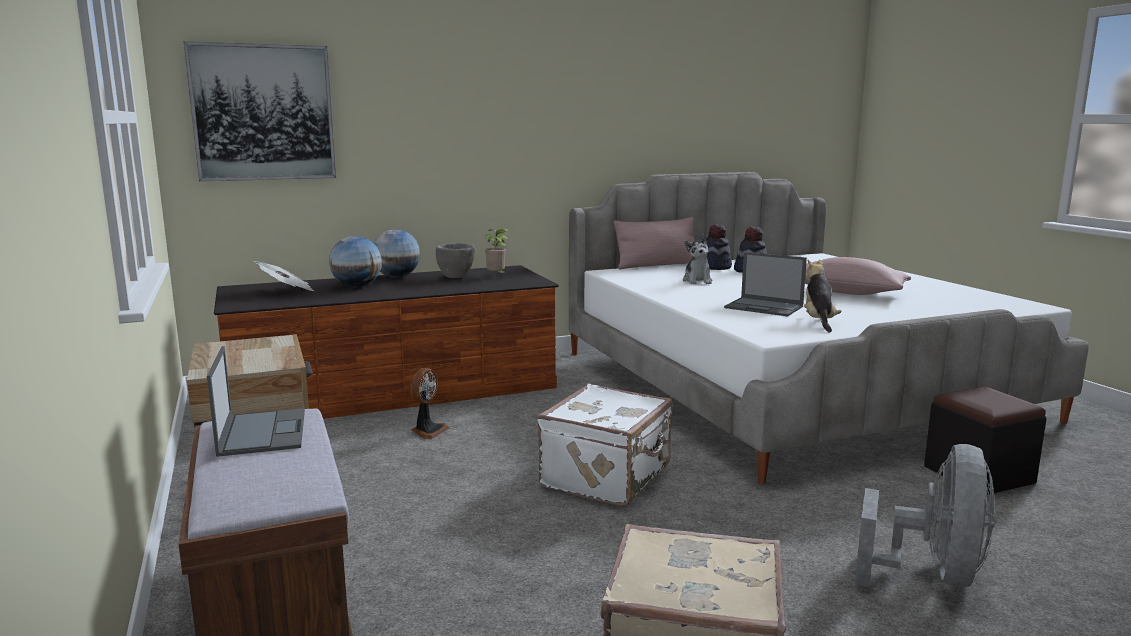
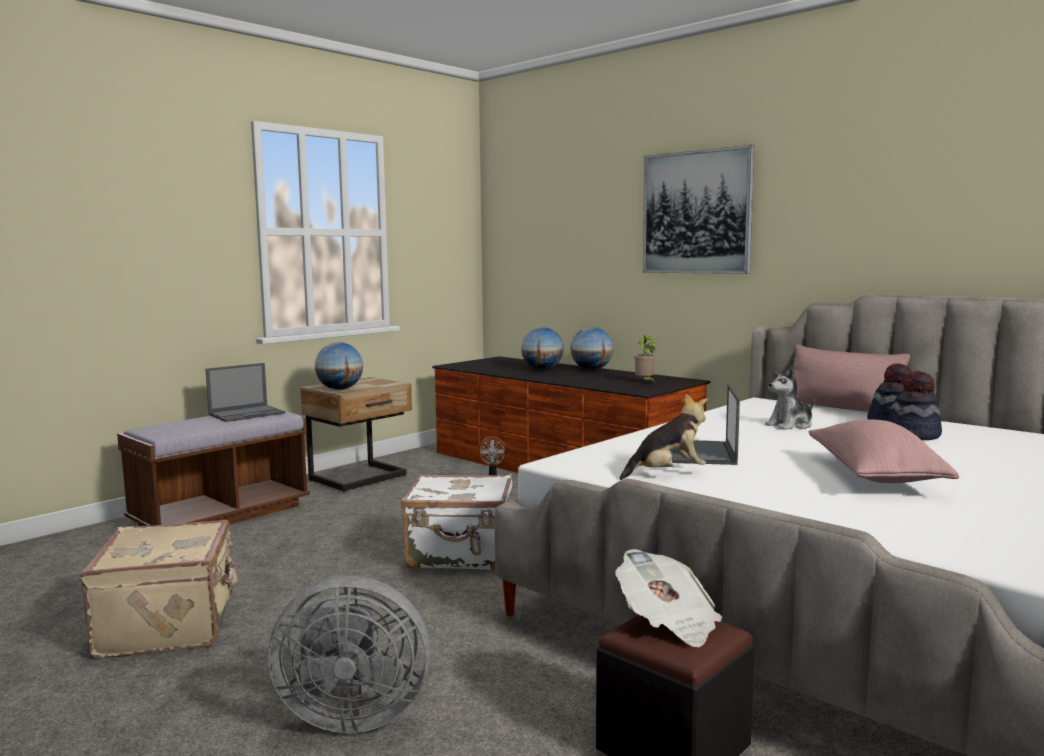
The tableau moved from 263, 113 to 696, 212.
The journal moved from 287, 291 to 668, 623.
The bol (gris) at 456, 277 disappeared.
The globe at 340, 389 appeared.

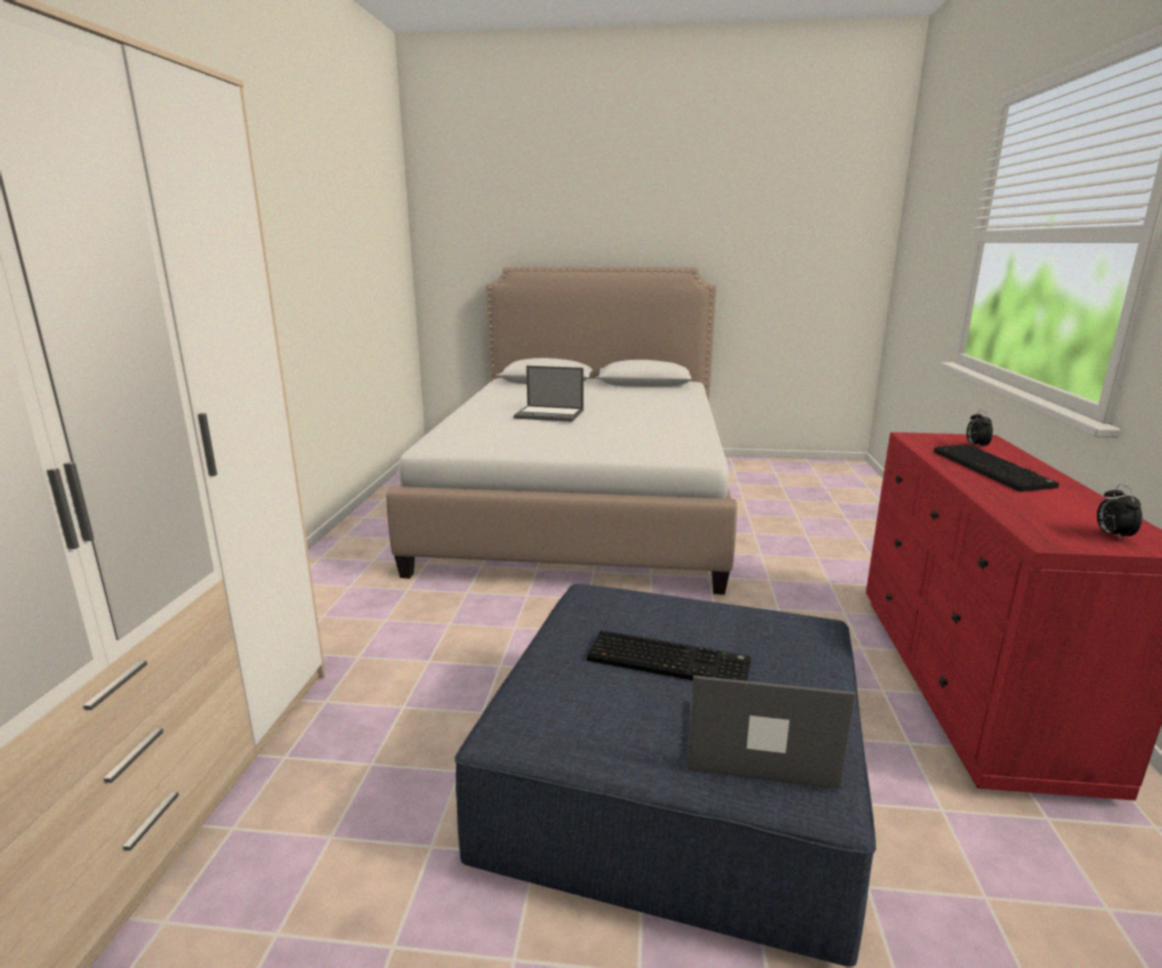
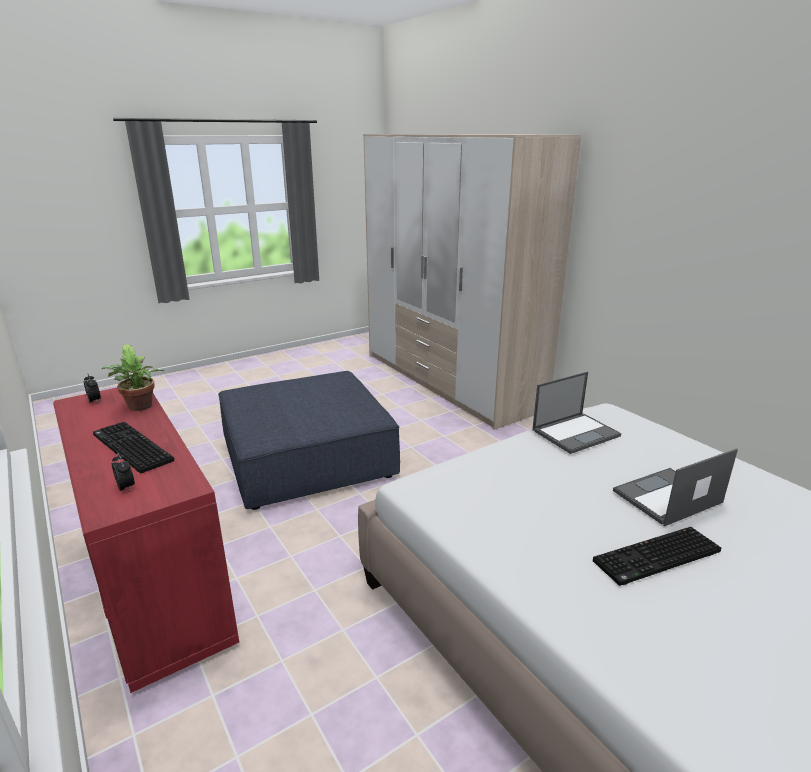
The clavier moved from 670, 660 to 657, 558.
The ordinateur portable moved from 756, 741 to 576, 432.
The plante en pot at 140, 408 appeared.

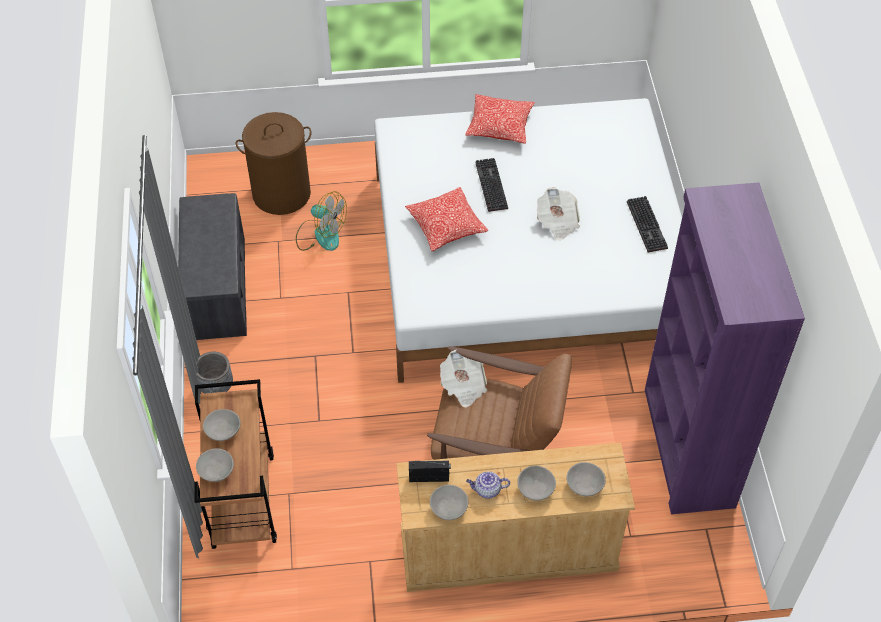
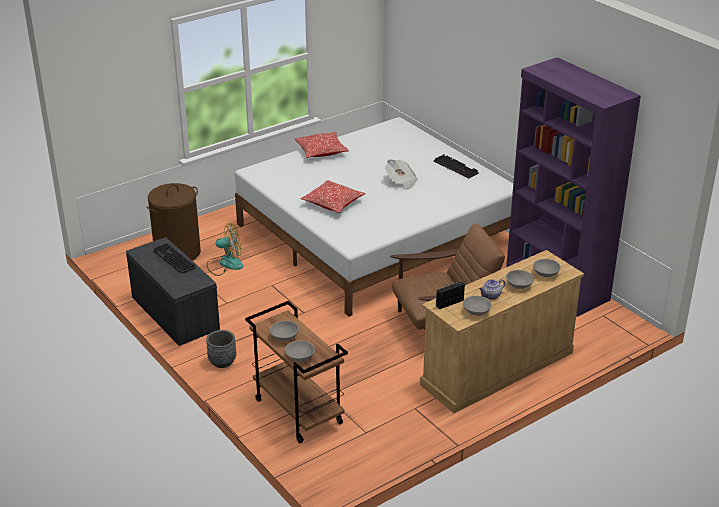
The journal at 463, 386 disappeared.
The clavier moved from 490, 185 to 172, 259.

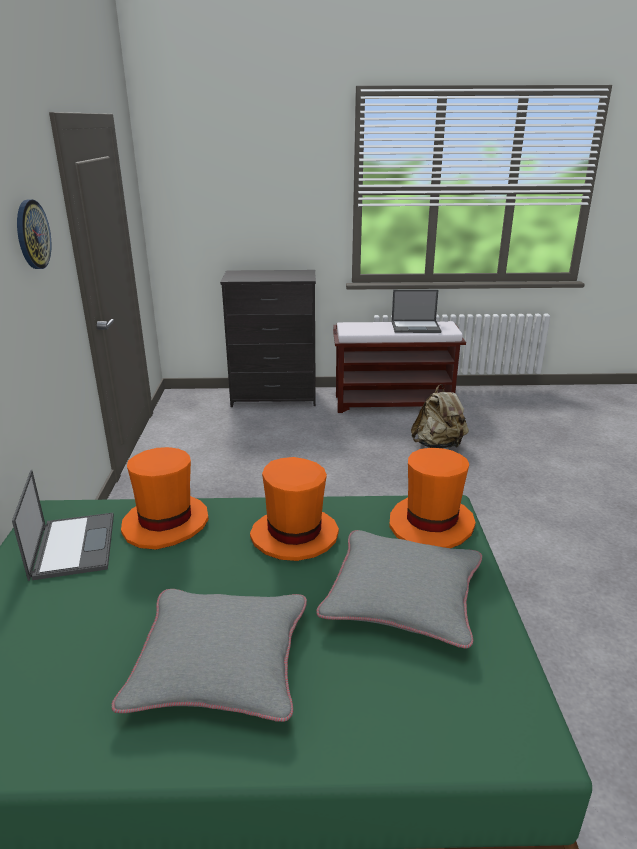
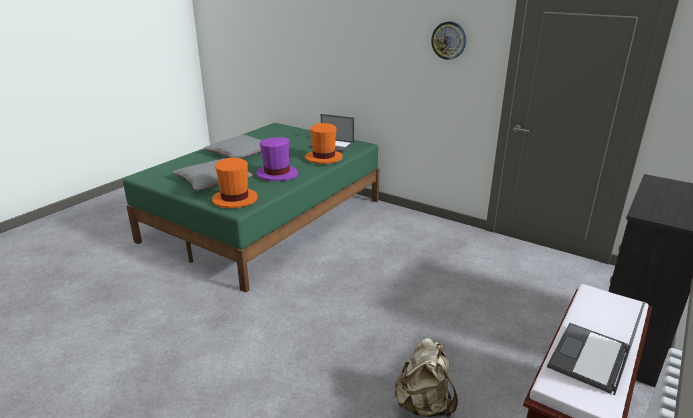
The chapeau (orange) at 294, 536 became the chapeau (violet) at 277, 174.

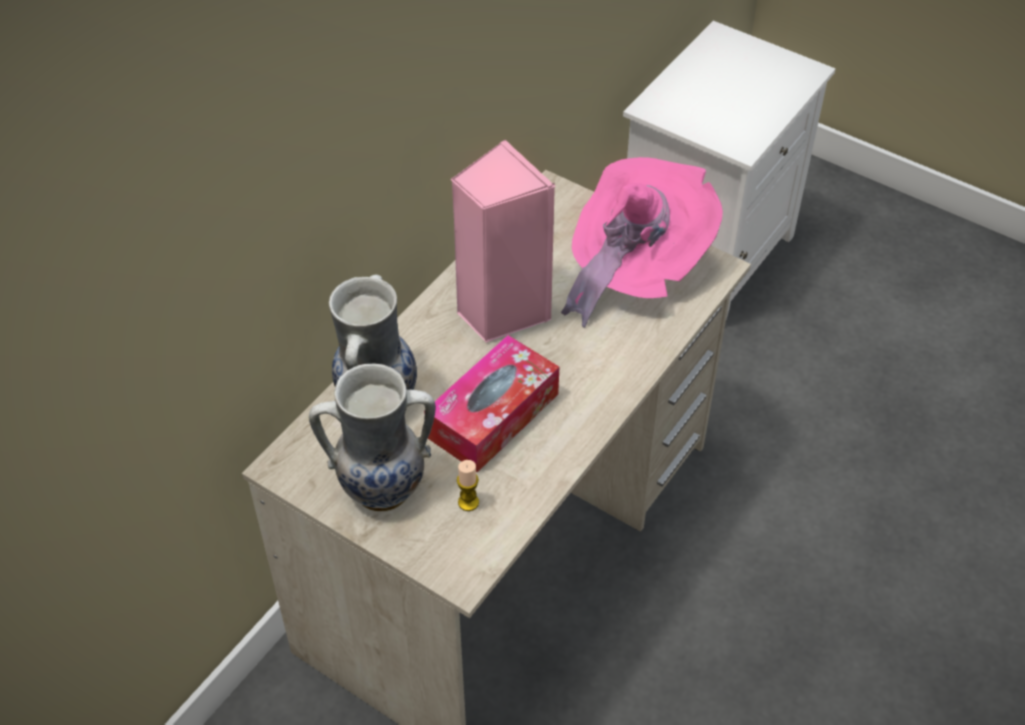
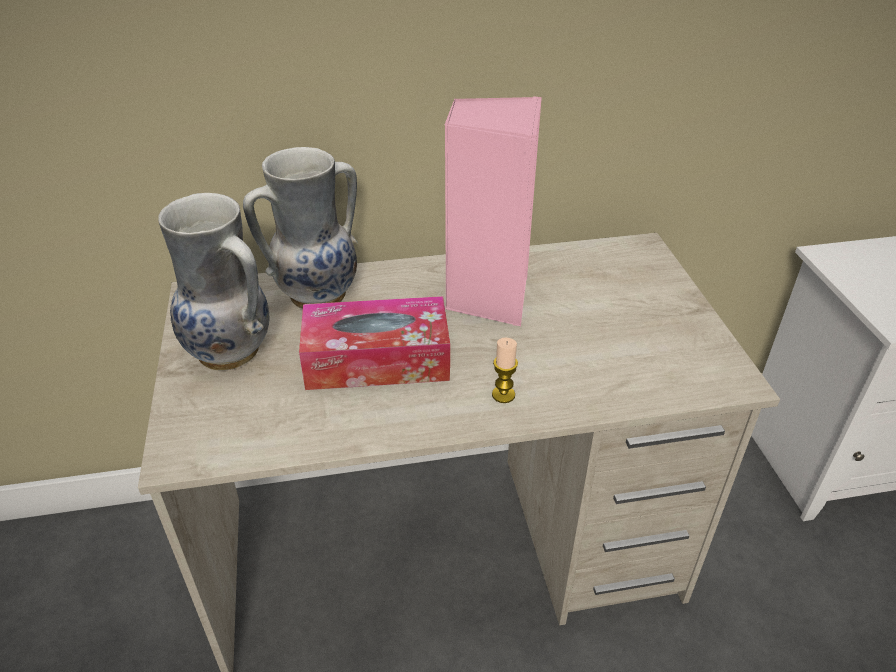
The bougie moved from 468, 502 to 503, 395.
The chapeau (rose) at 634, 267 disappeared.

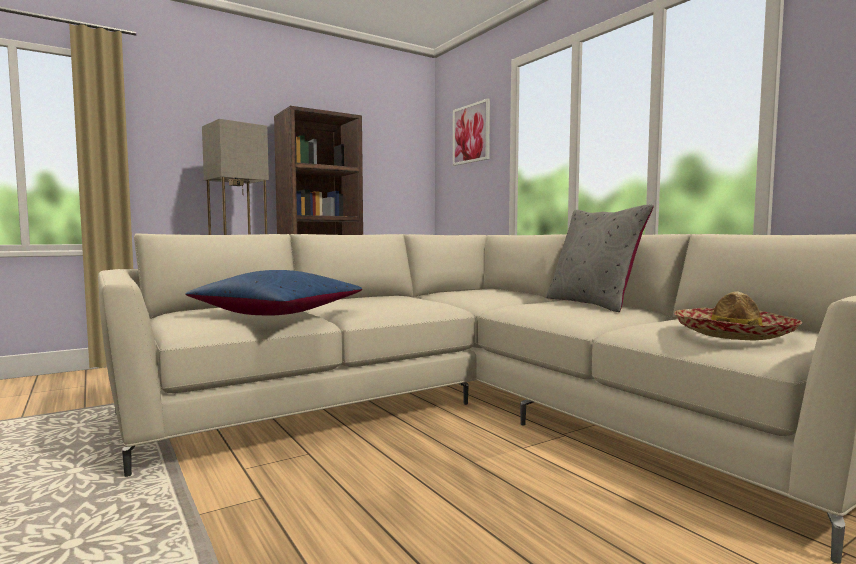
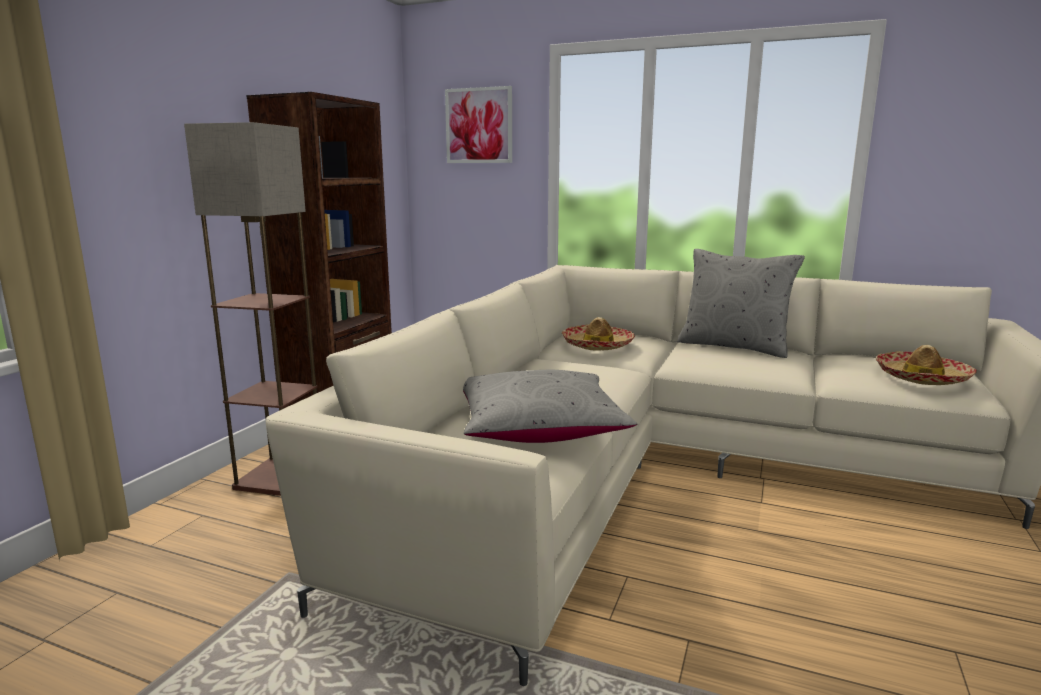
The coussin (bleu) at 278, 313 became the coussin (gris) at 539, 428.
The chapeau at 598, 345 appeared.

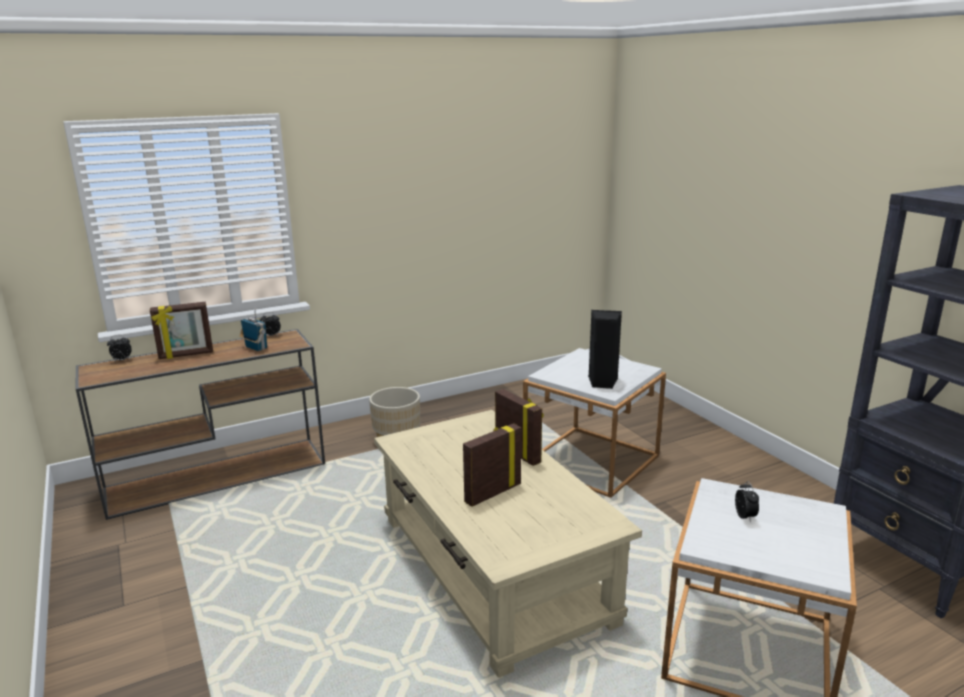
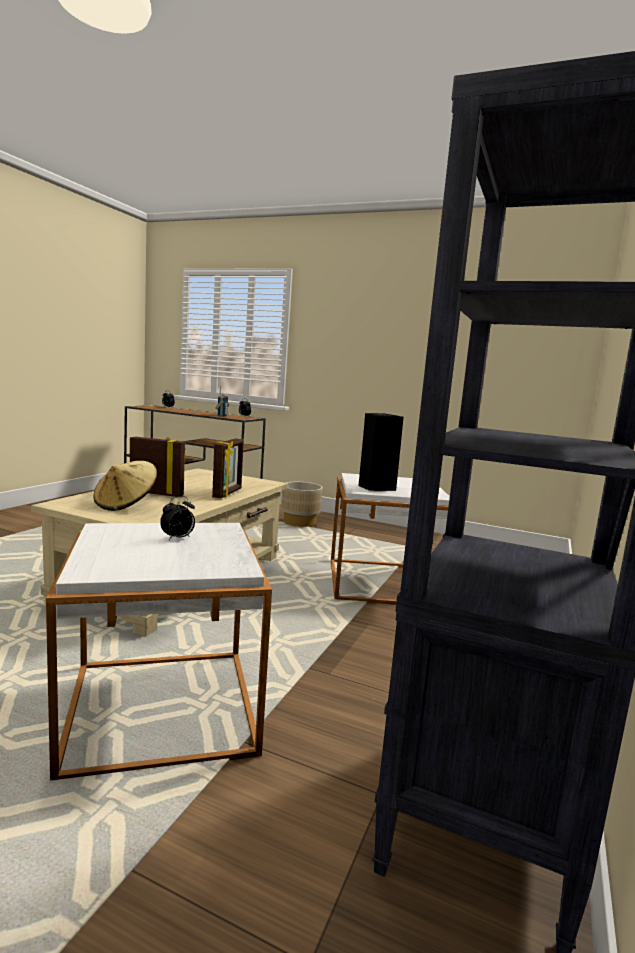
The cadre photo at 186, 355 disappeared.
The chapeau (beige) at 125, 504 appeared.

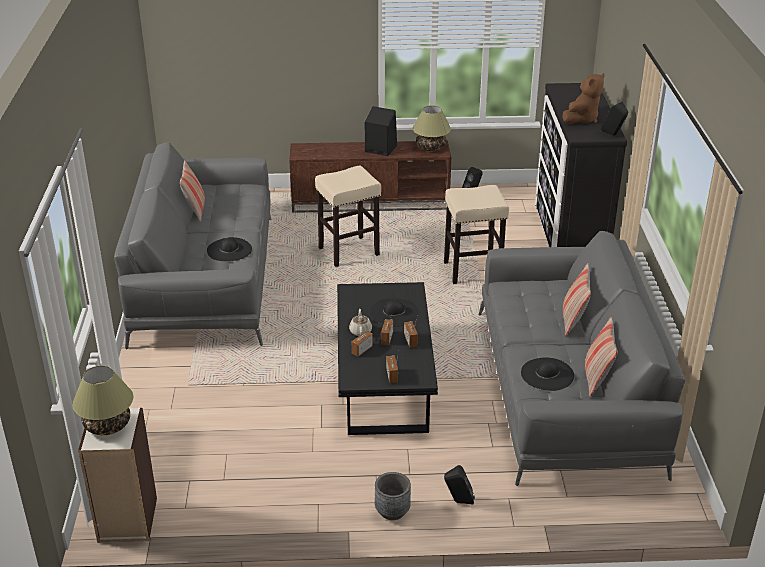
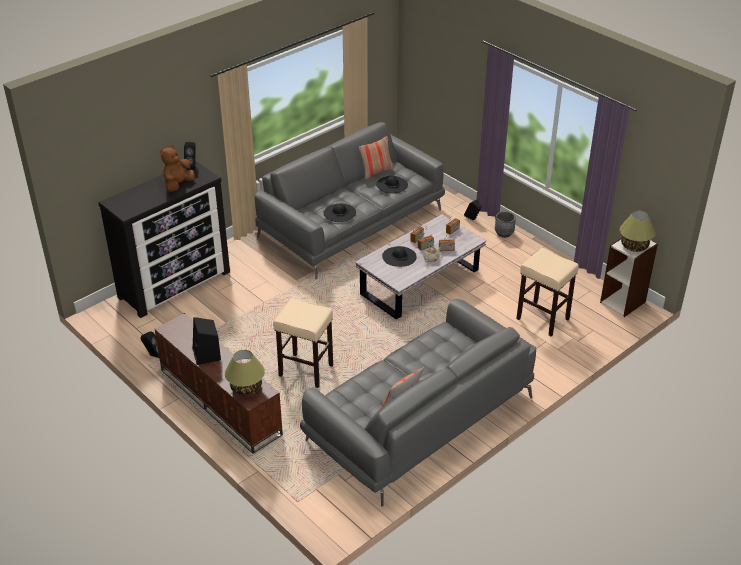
The chapeau (noir) moved from 229, 250 to 339, 213.
The table basse (noir) at 384, 379 became the table basse (blanc) at 420, 282.
The lampe de table moved from 431, 147 to 246, 387.
The tabouret (beige) moved from 473, 271 to 542, 319.
The peluche (marron) at 582, 119 turned 60 degrees counterclockwise.
The coussin at 573, 320 disappeared.

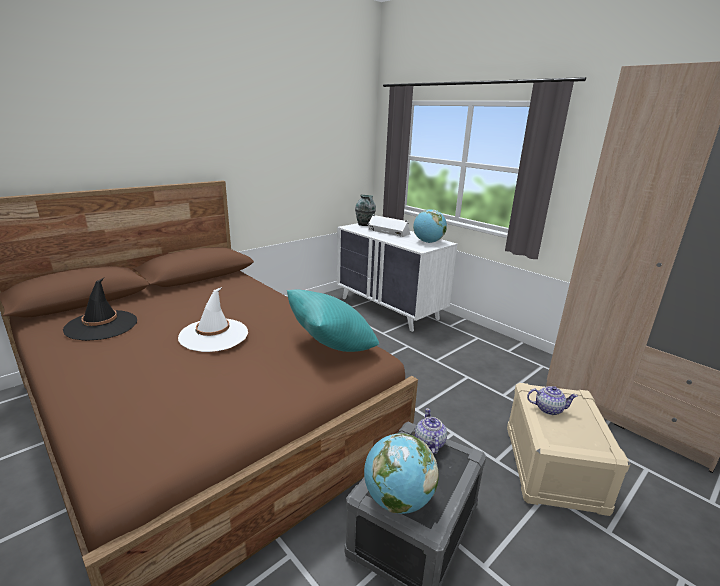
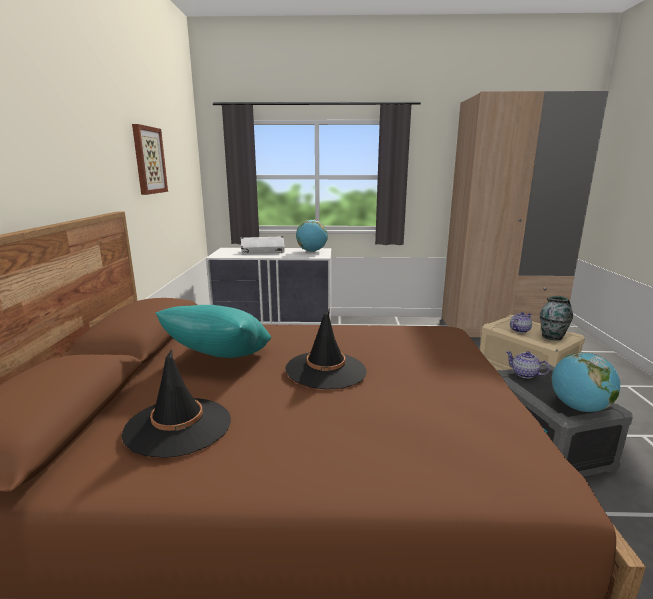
The chapeau (blanc) at 214, 335 became the chapeau (noir) at 326, 370.
The coussin (turquoise) moved from 331, 346 to 220, 360.
The vase moved from 364, 225 to 552, 337.
The tableau at 148, 160 appeared.

